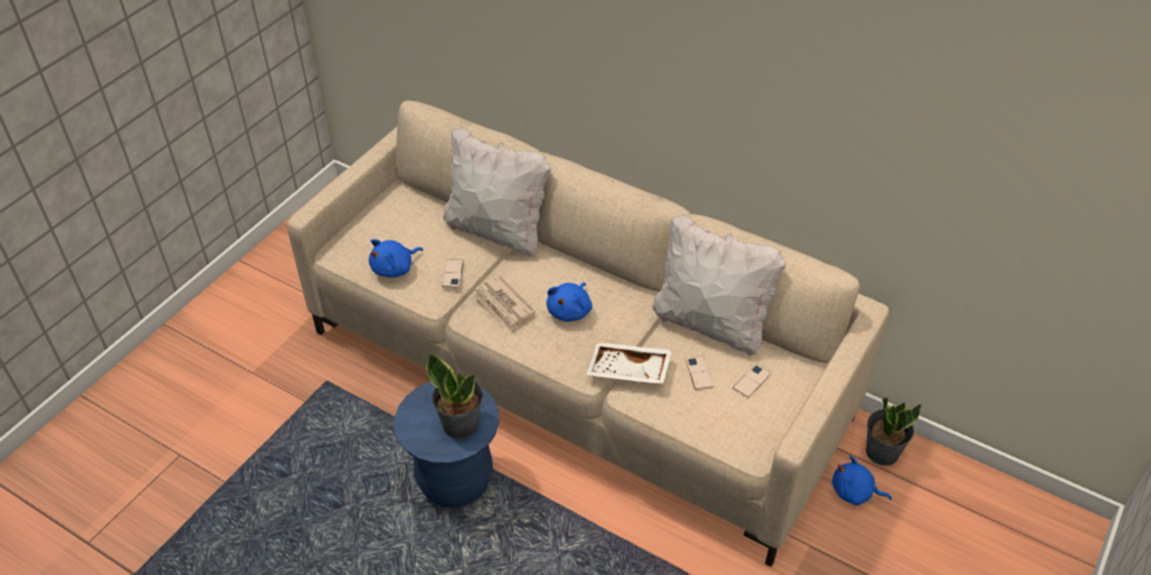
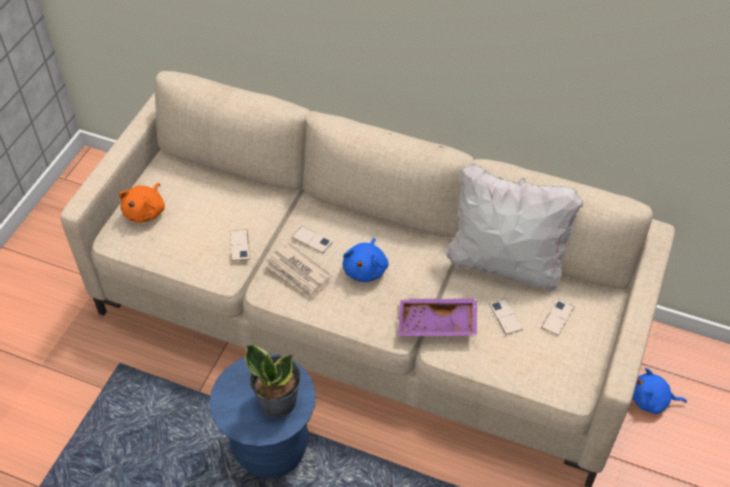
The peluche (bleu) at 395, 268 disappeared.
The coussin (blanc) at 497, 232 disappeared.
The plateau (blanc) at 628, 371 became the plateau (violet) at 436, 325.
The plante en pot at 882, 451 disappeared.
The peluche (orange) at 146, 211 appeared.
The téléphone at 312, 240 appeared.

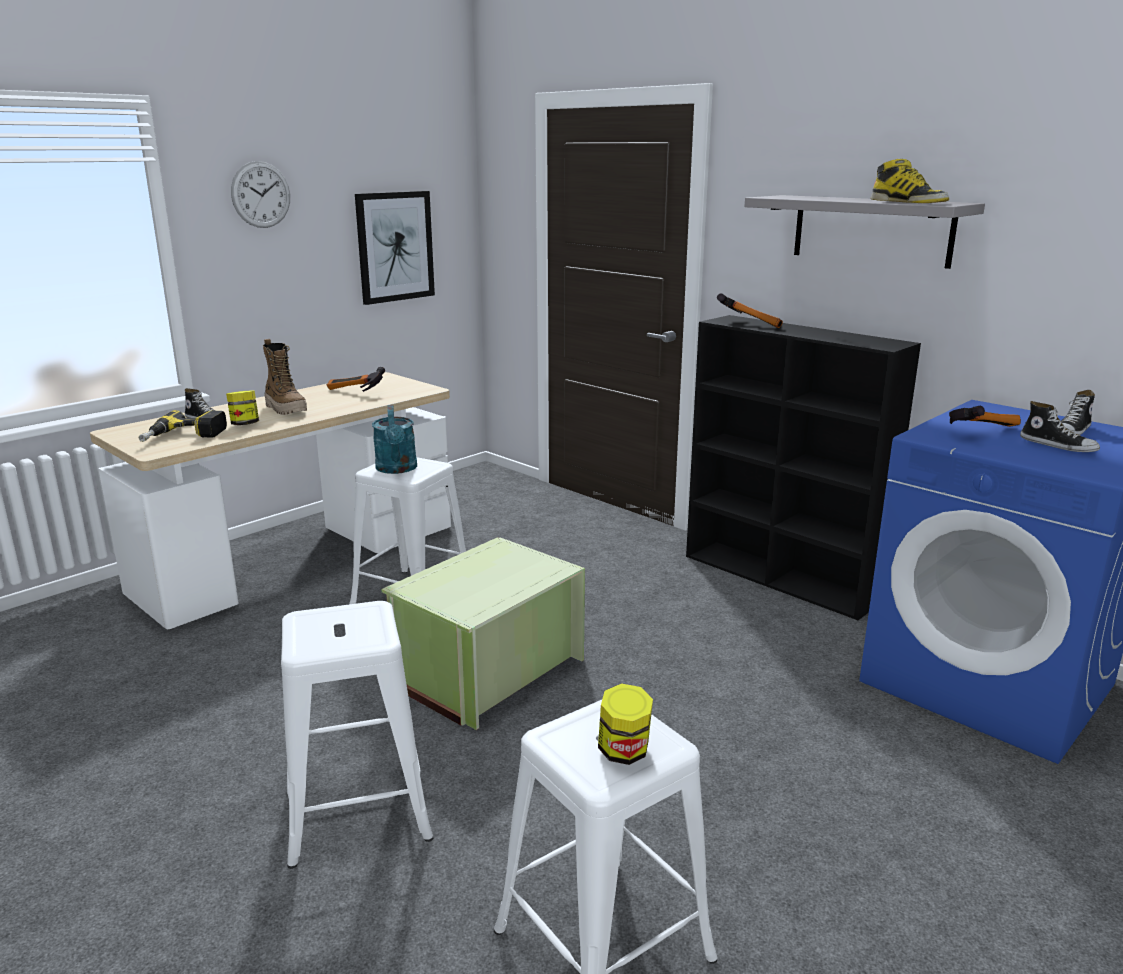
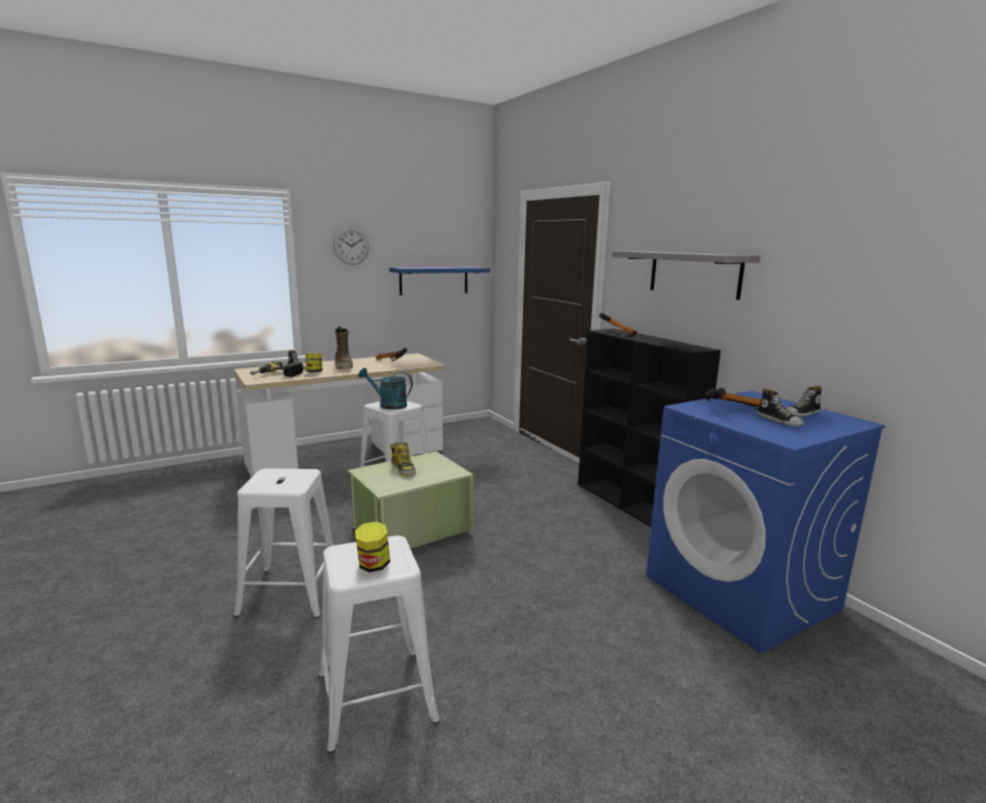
The tableau at 395, 246 was replaced by the étagère (bleu) at 434, 280.
The arrosoir (turquoise) at 397, 469 turned 105 degrees clockwise.
The botte moved from 908, 202 to 403, 468.

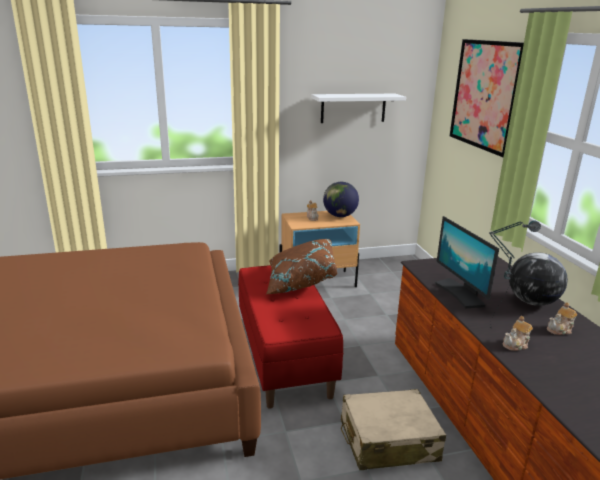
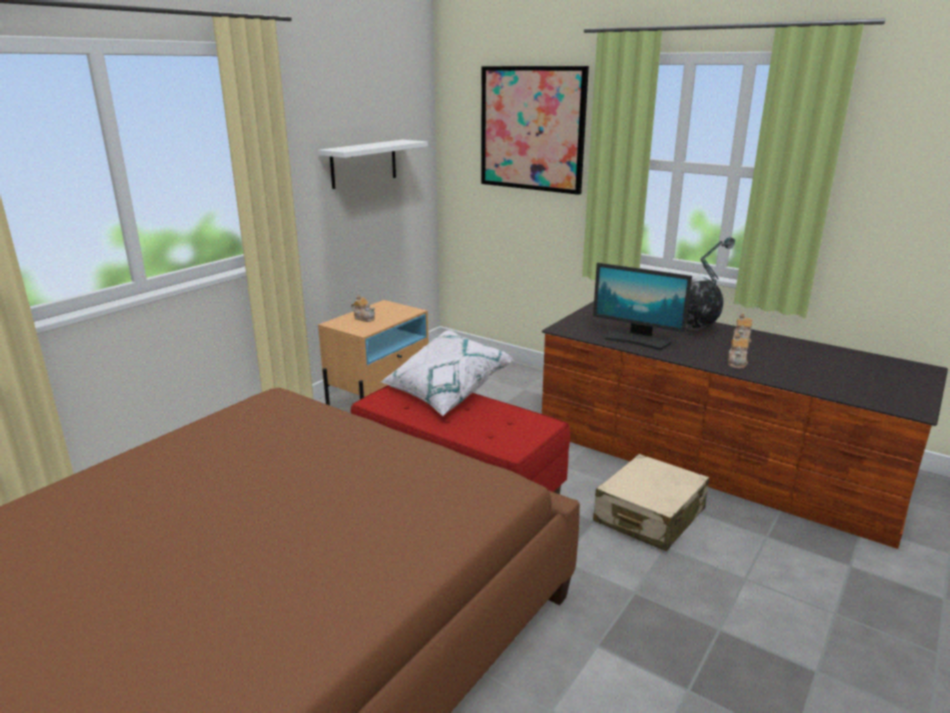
The coussin (marron) at 300, 282 became the coussin (blanc) at 445, 392.
The globe at 339, 216 disappeared.

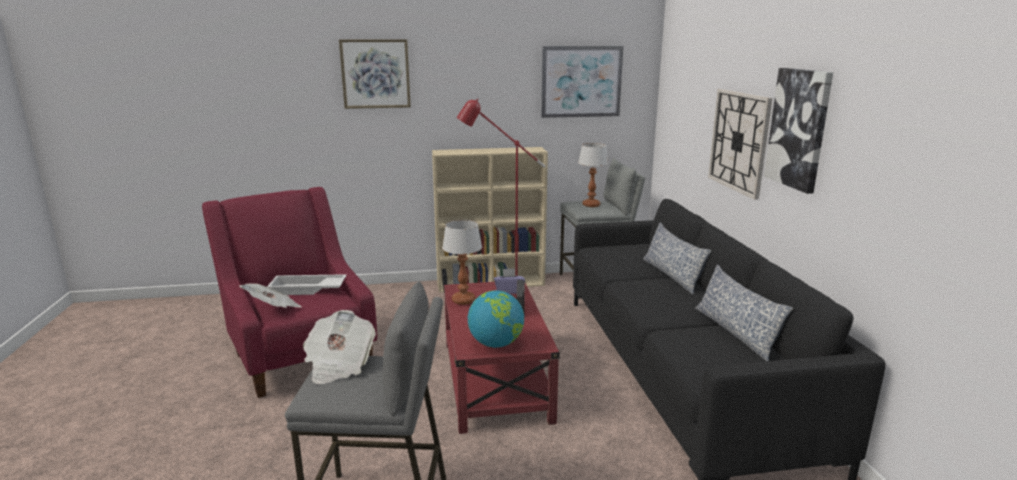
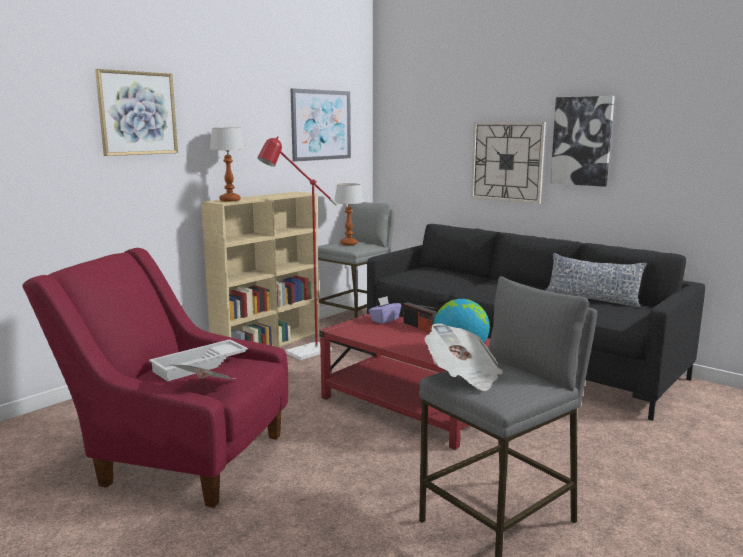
The lampe de table moved from 463, 300 to 229, 200.
The coussin at 672, 275 disappeared.

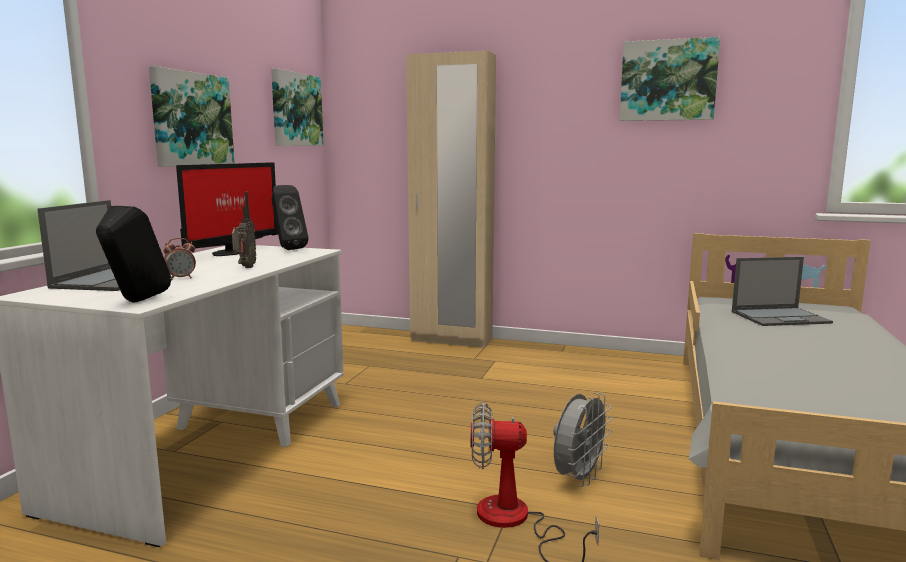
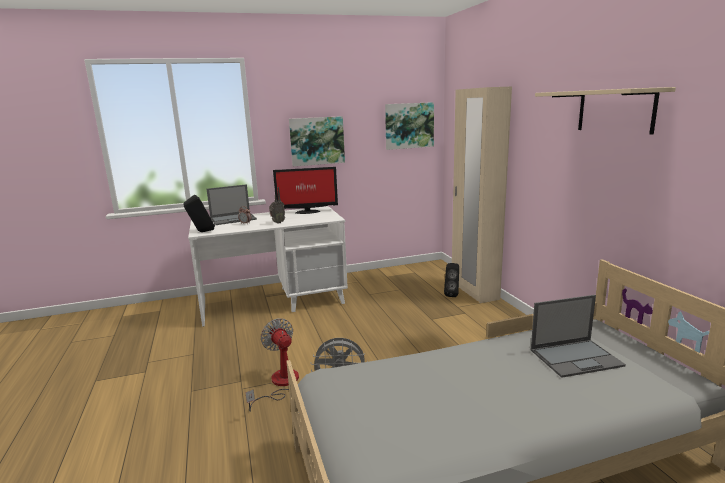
The enceinte (noir) moved from 287, 249 to 452, 294.
The tableau at 668, 80 was replaced by the étagère (beige) at 615, 111.
The ordinateur portable at 780, 317 turned 60 degrees counterclockwise.

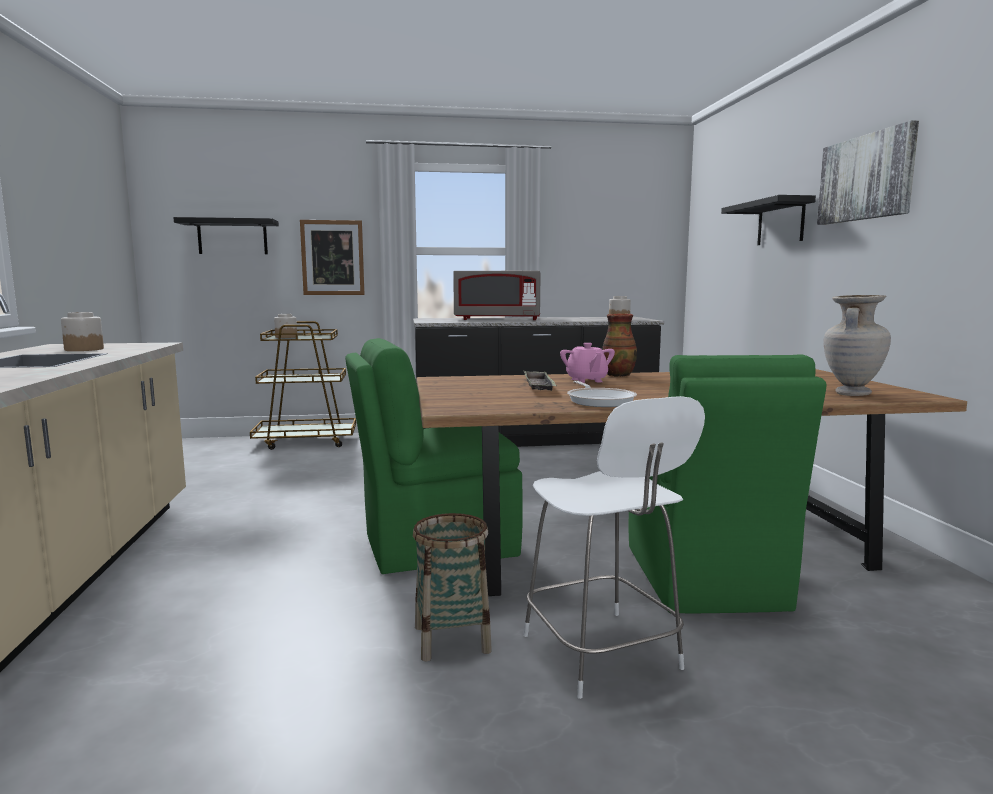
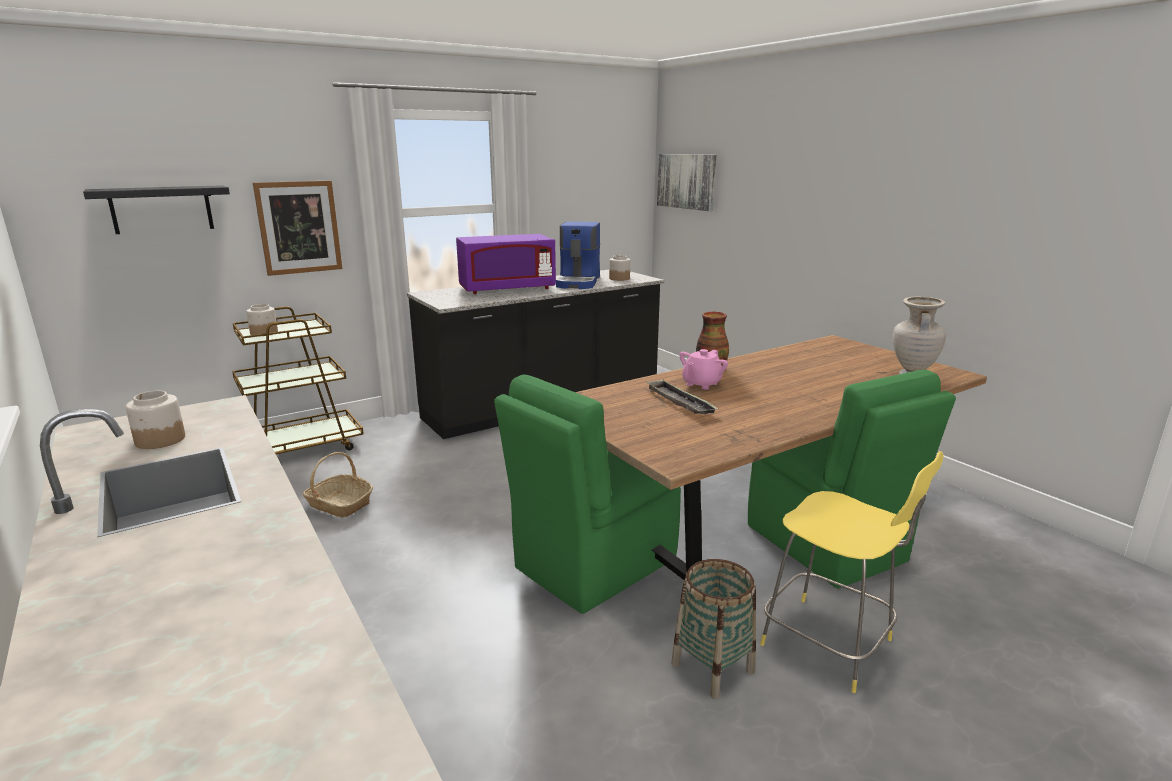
The micro-ondes (gris) at 498, 319 became the micro-ondes (violet) at 507, 289.
The tabouret (blanc) at 603, 655 became the tabouret (jaune) at 831, 645.
The théière (rose) at 586, 380 turned 75 degrees clockwise.
The poêle at 600, 401 disappeared.
The étagère (noir) at 780, 222 disappeared.
The tableau moved from 866, 178 to 687, 181.
The panier at 339, 504 appeared.
The machine à café at 579, 282 appeared.

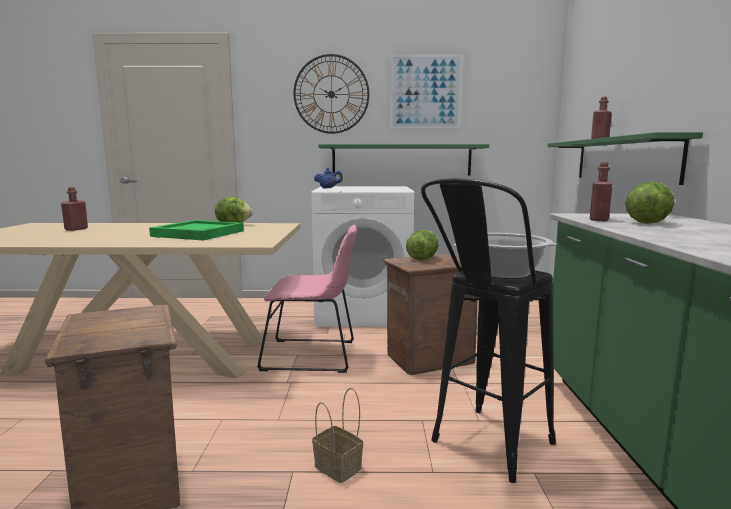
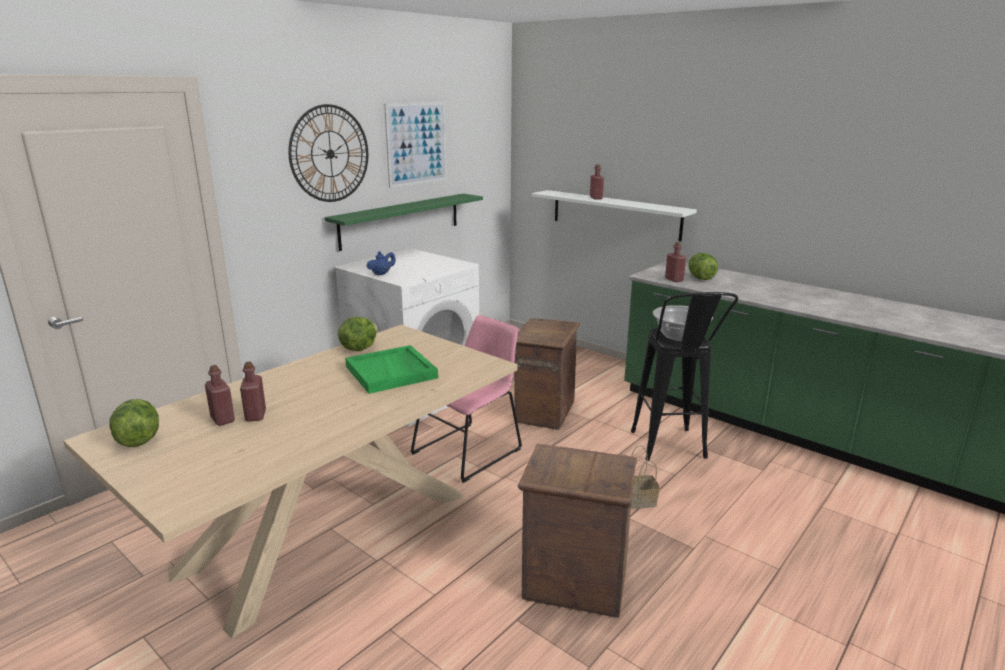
The laitue moved from 422, 259 to 138, 440.
The étagère (vert) at 623, 159 became the étagère (blanc) at 615, 214.
The bouteille (rouge) at 255, 415 appeared.

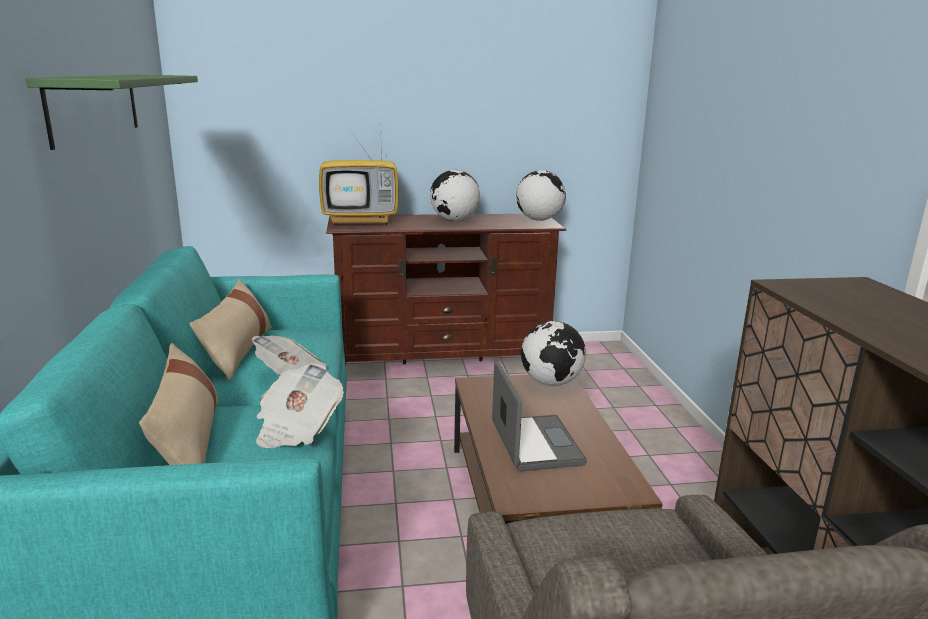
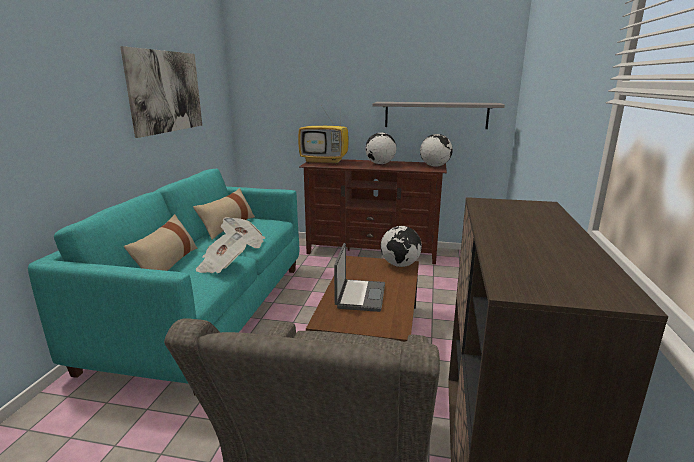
The étagère (vert) at 95, 106 was replaced by the tableau at 166, 91.
The étagère (gris) at 436, 115 appeared.

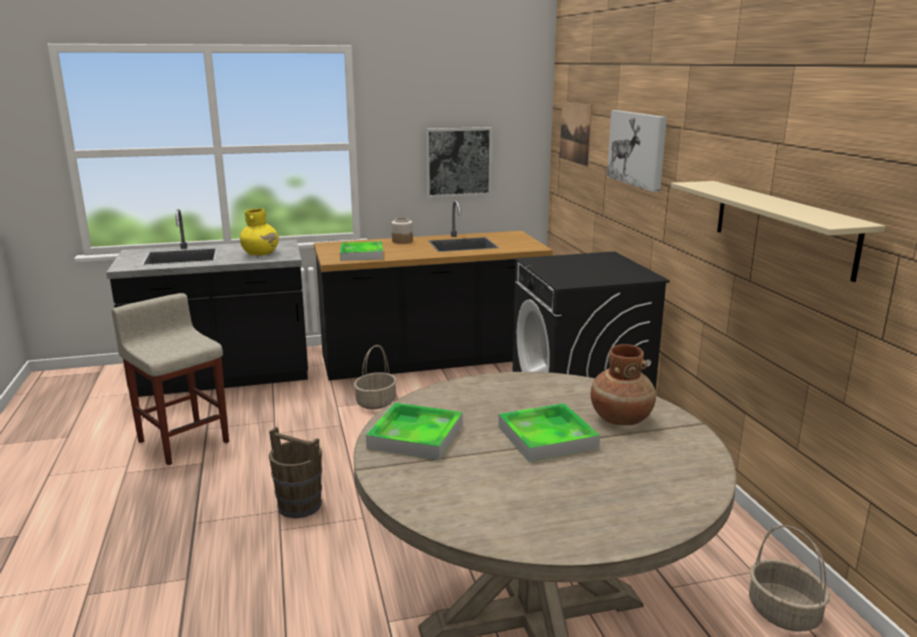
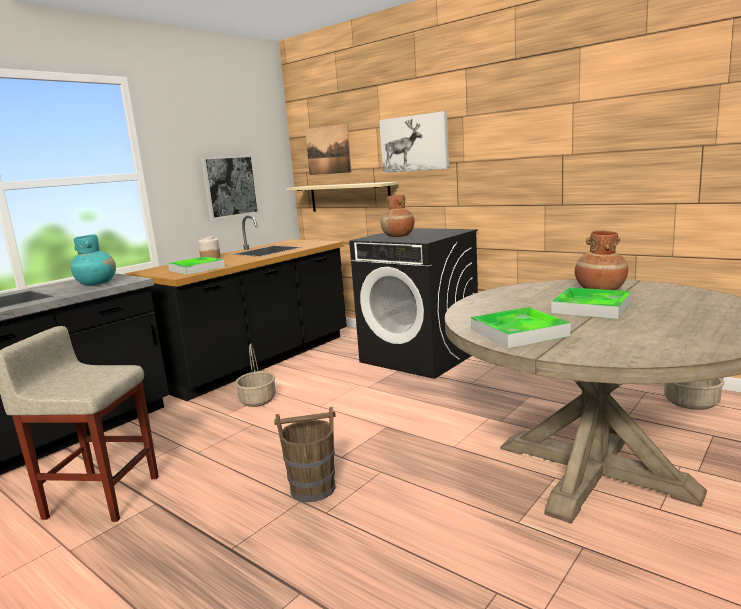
The vase (jaune) at 261, 254 became the vase (turquoise) at 97, 284.
The étagère (beige) moved from 782, 226 to 349, 197.
The vase (marron) at 398, 236 appeared.

